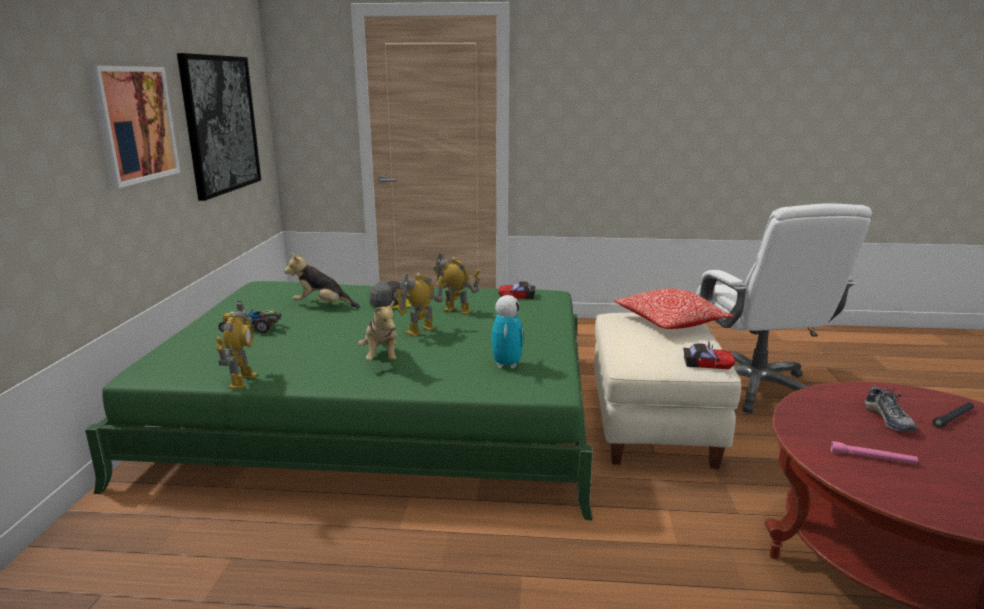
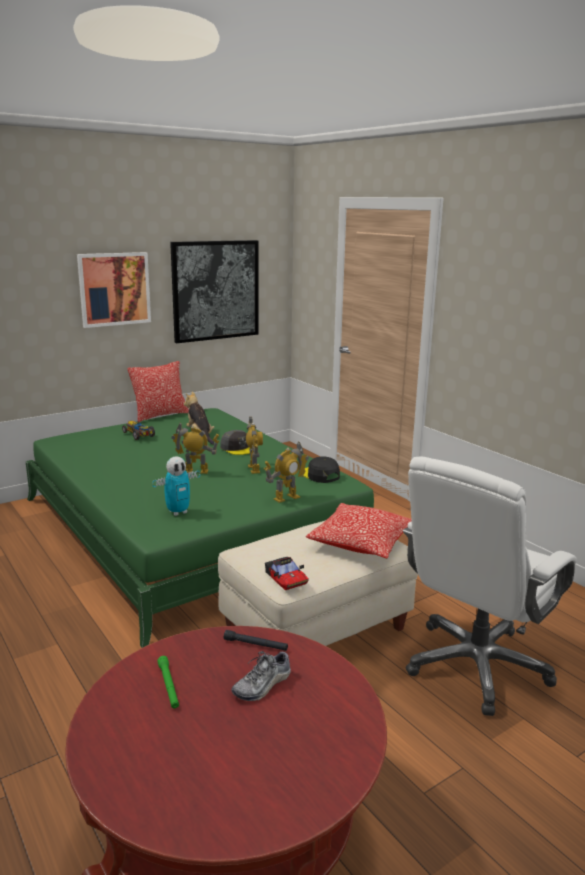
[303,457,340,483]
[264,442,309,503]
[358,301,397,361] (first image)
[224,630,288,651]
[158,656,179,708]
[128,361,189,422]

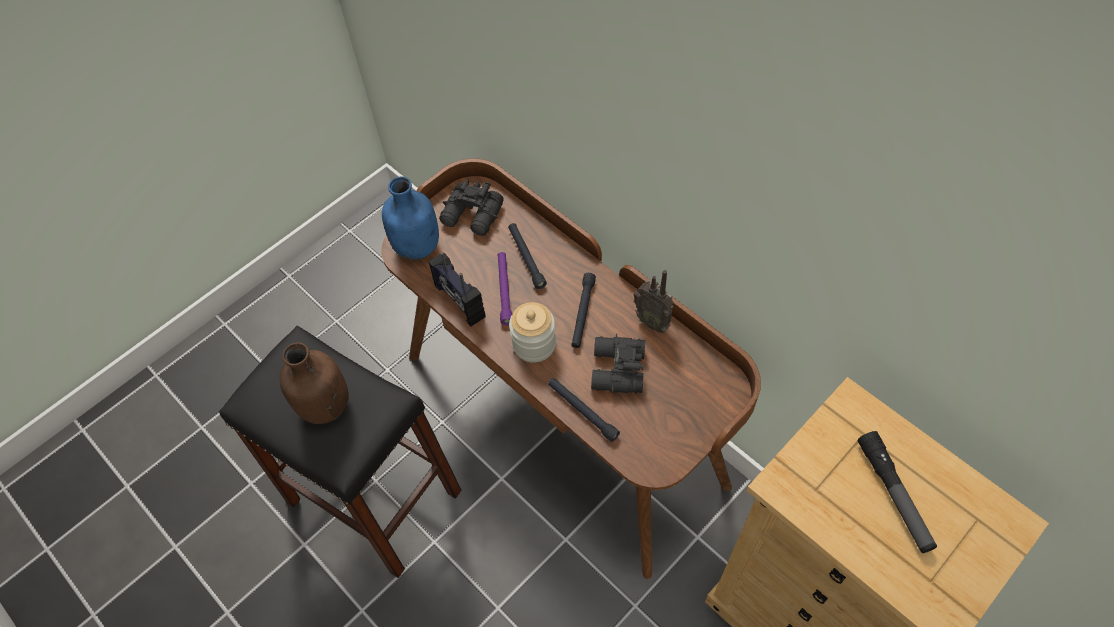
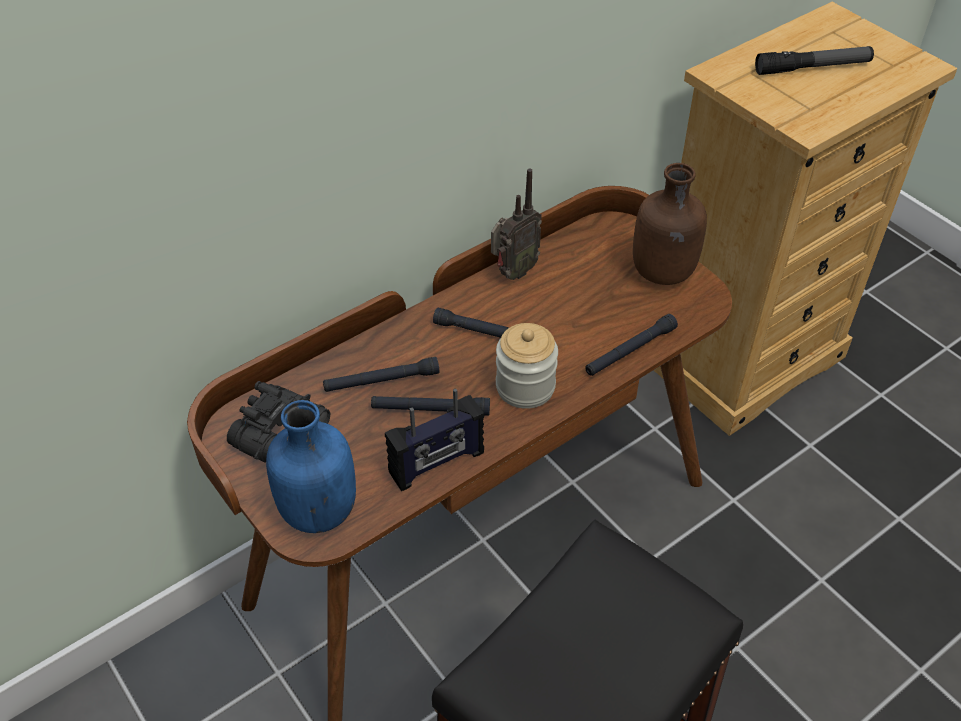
[371,396,490,416]
[591,334,645,393] (first image)
[633,163,707,285]

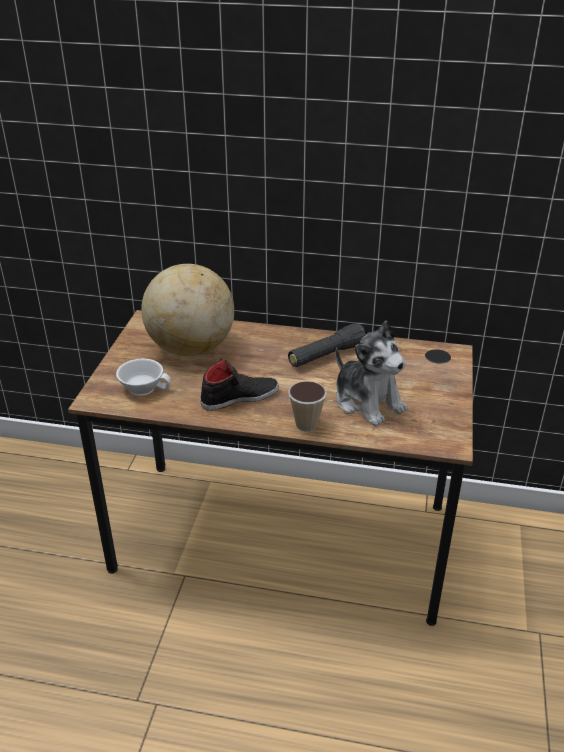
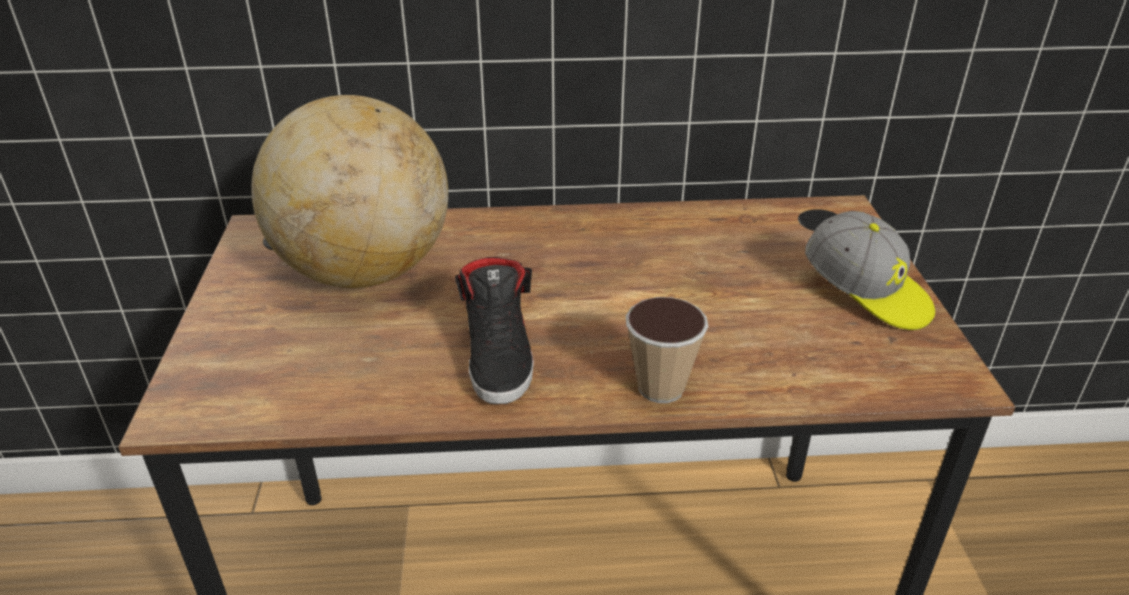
[336,320,407,426] (first image)
[288,323,366,367] (first image)
[455,257,534,404]
[116,359,171,396] (first image)
[805,211,935,330]

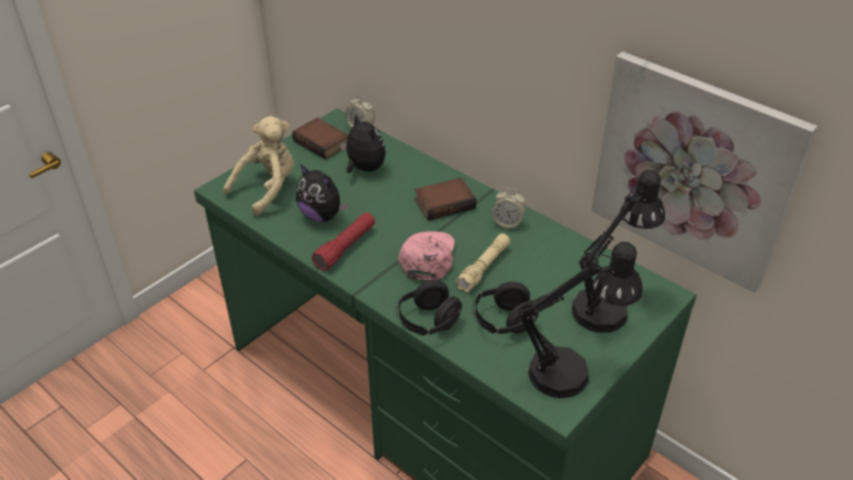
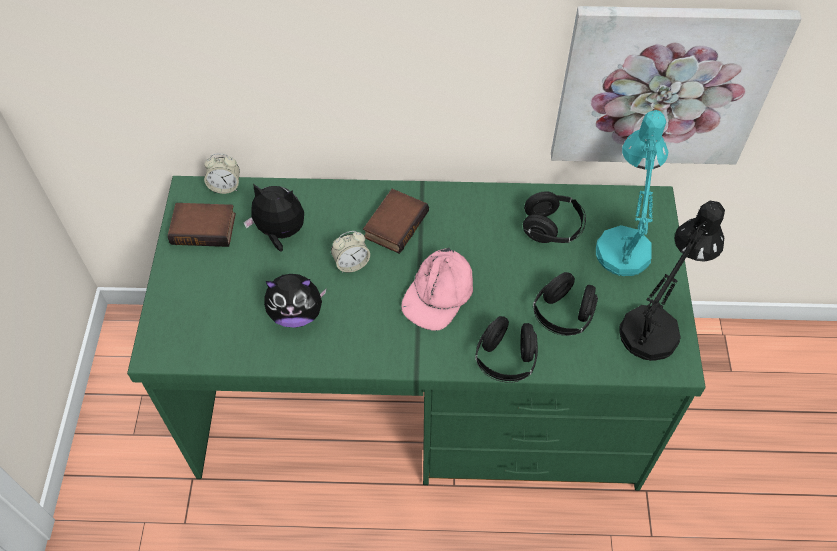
[223,116,294,216] (first image)
[596,110,668,276]
[331,231,370,273]
[312,212,375,271] (first image)
[401,247,473,331]
[455,233,510,293] (first image)
[523,191,586,243]

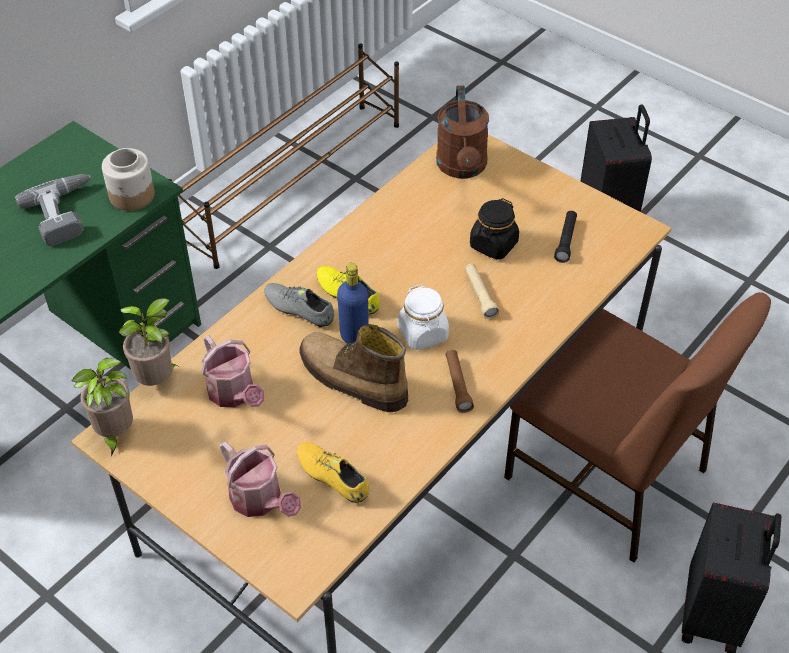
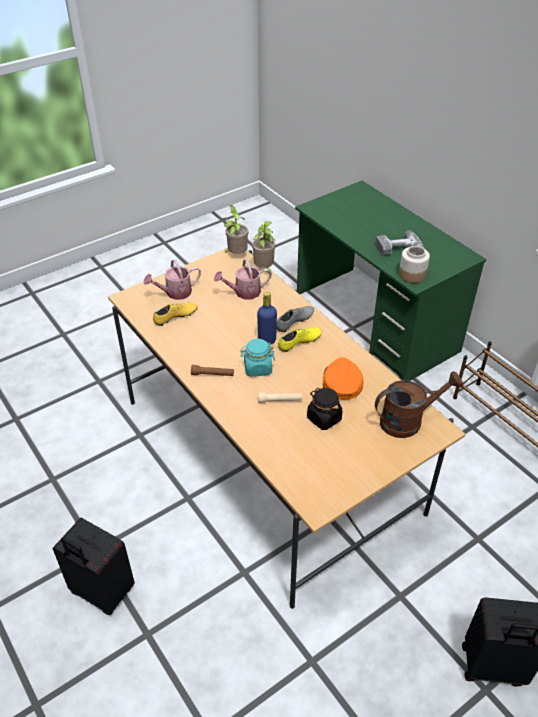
[375,371,463,438]
[554,211,577,263] (first image)
[240,339,275,377]
[504,292,771,562] (first image)
[300,324,408,412] (first image)
[323,357,364,400]

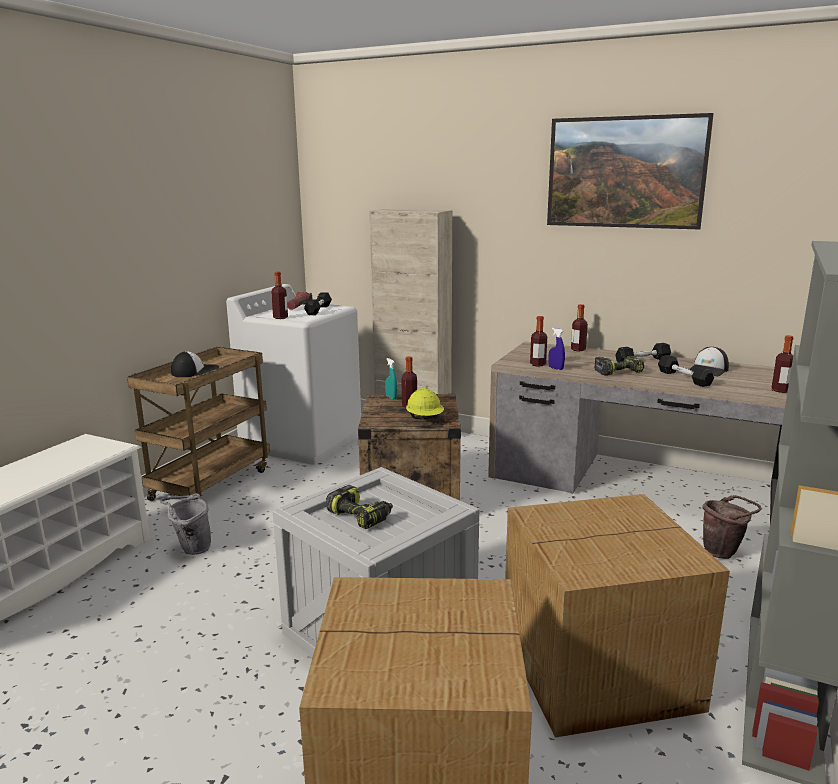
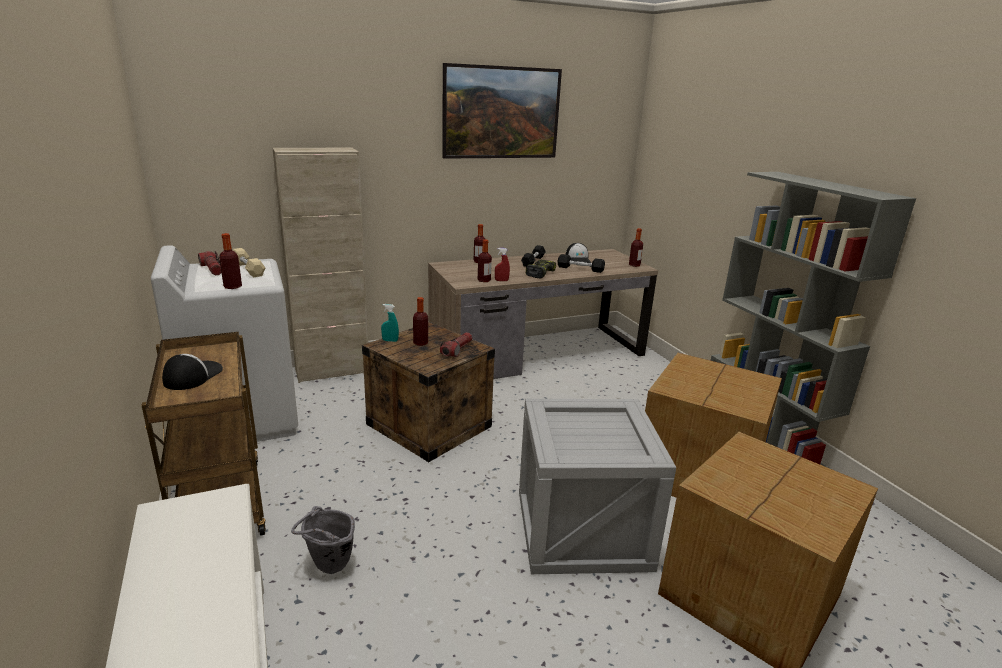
[232,248,265,277]
[495,248,510,281]
[440,332,472,357]
[326,485,393,529] (first image)
[702,495,762,559] (first image)

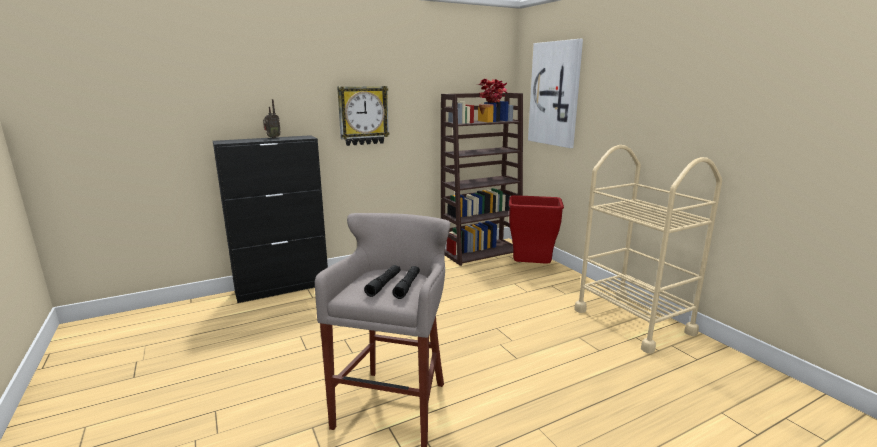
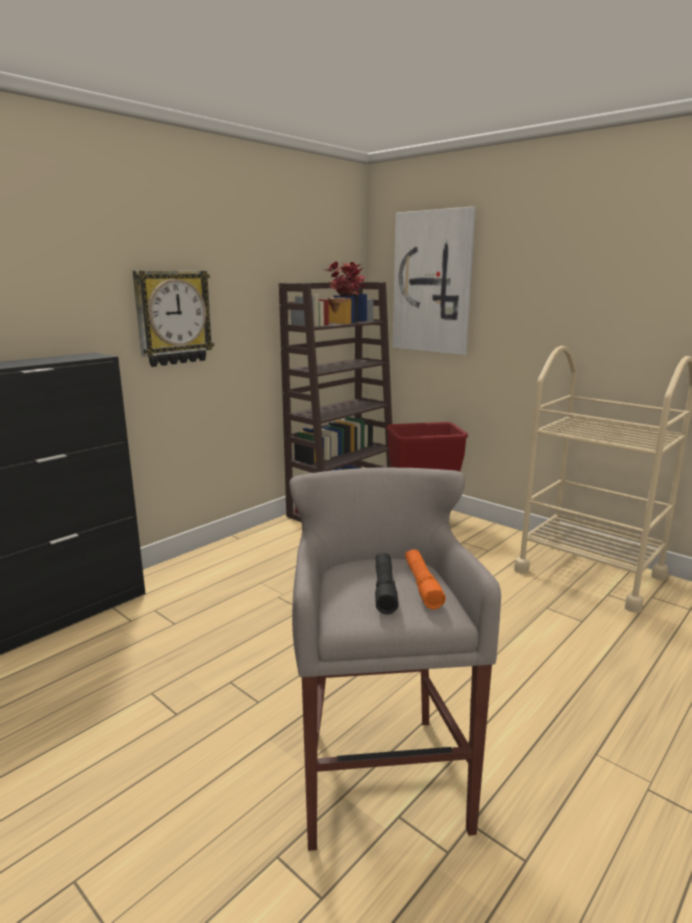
[263,99,281,138] (first image)
[405,549,446,609]

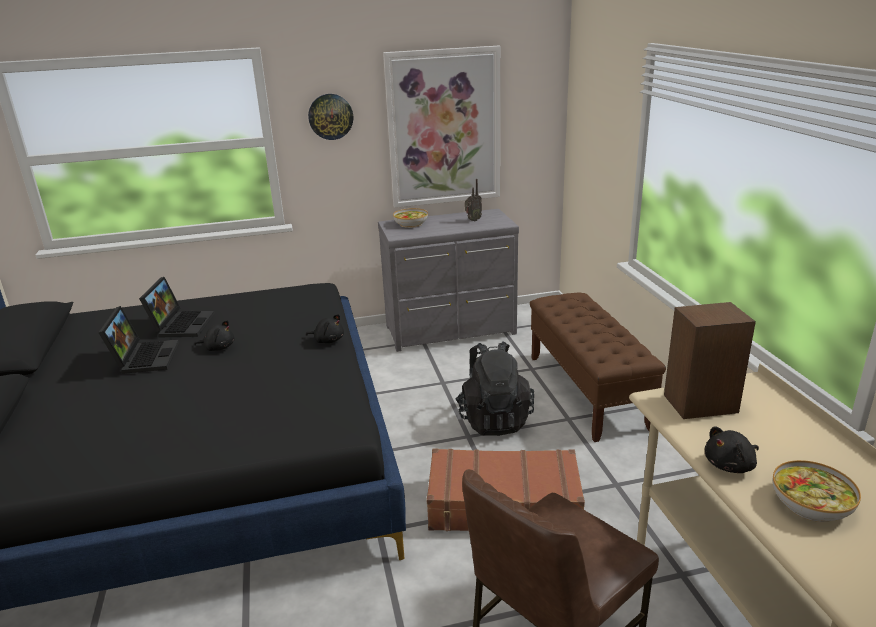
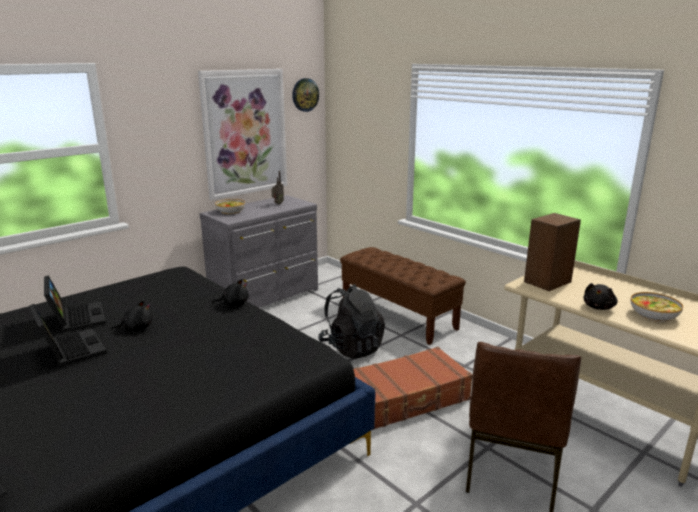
[292,78,319,112]

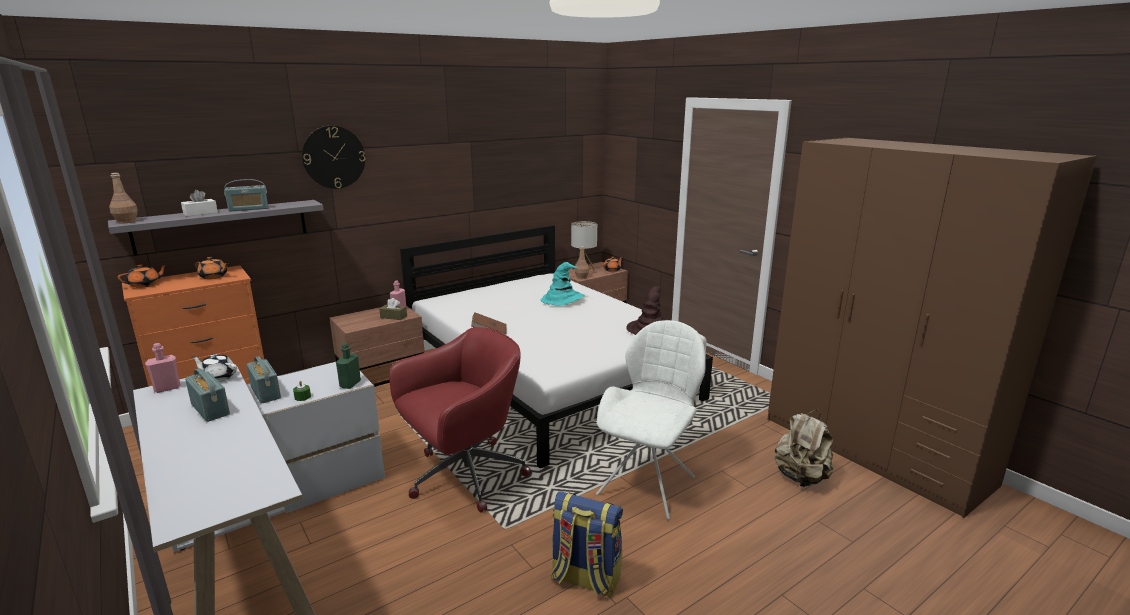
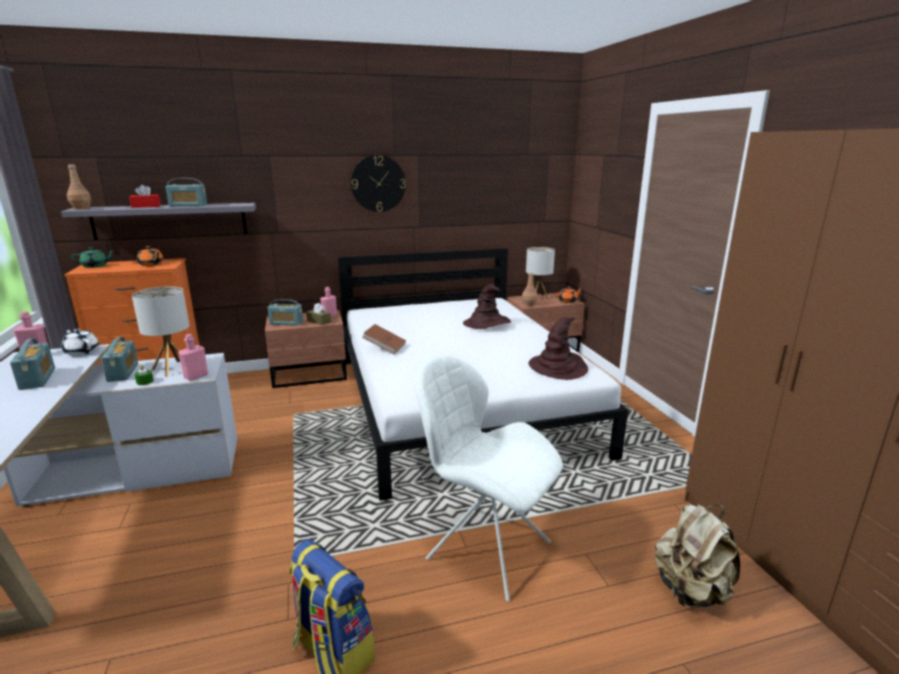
[351,155,406,212]
[129,185,161,208]
[463,284,511,329]
[71,247,115,268]
[415,355,563,602]
[389,327,531,512] (first image)
[178,334,208,381]
[132,287,190,377]
[268,299,303,326]

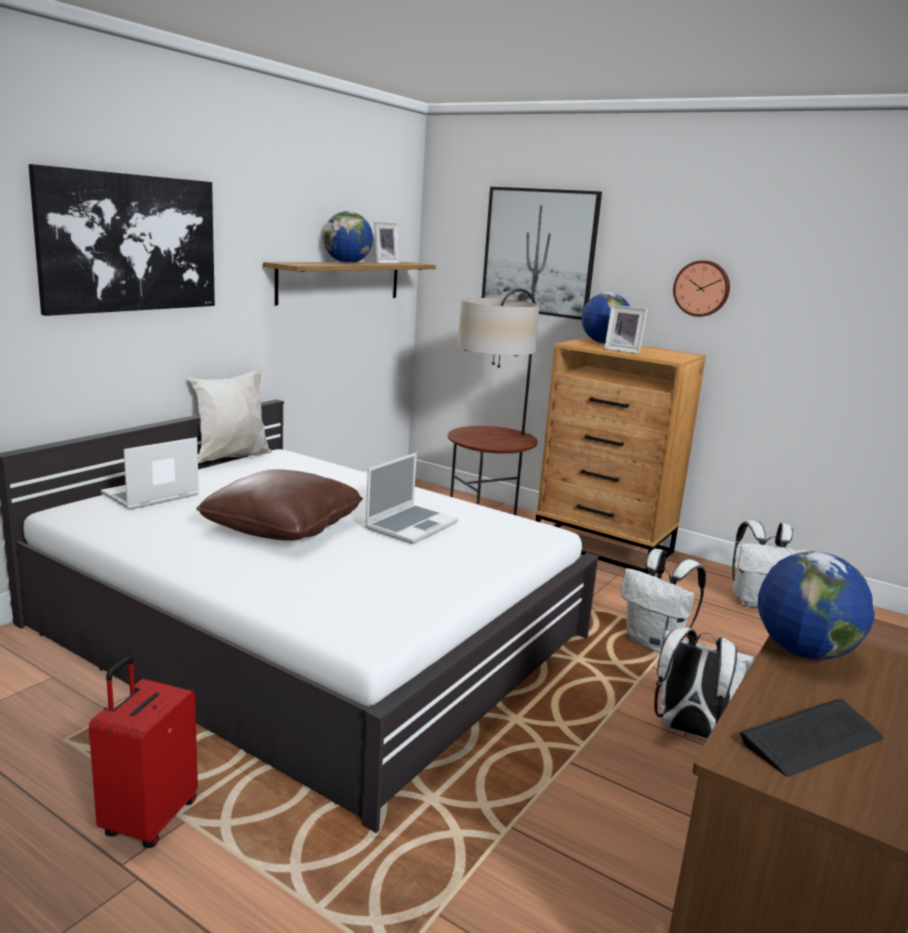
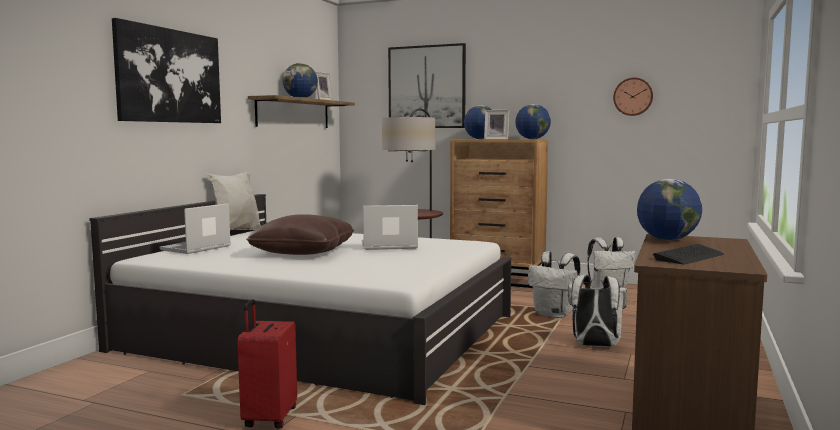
[613,77,653,116]
[362,205,418,250]
[515,104,551,139]

